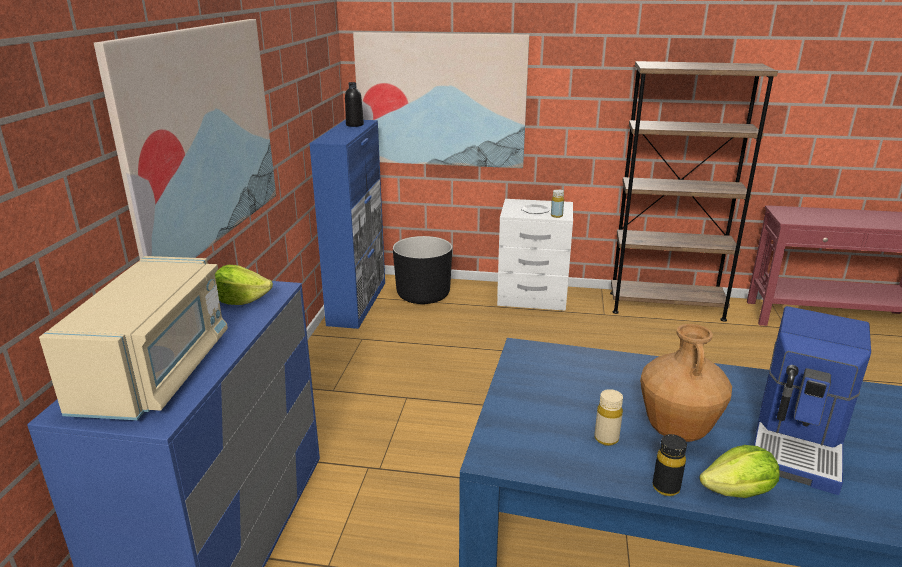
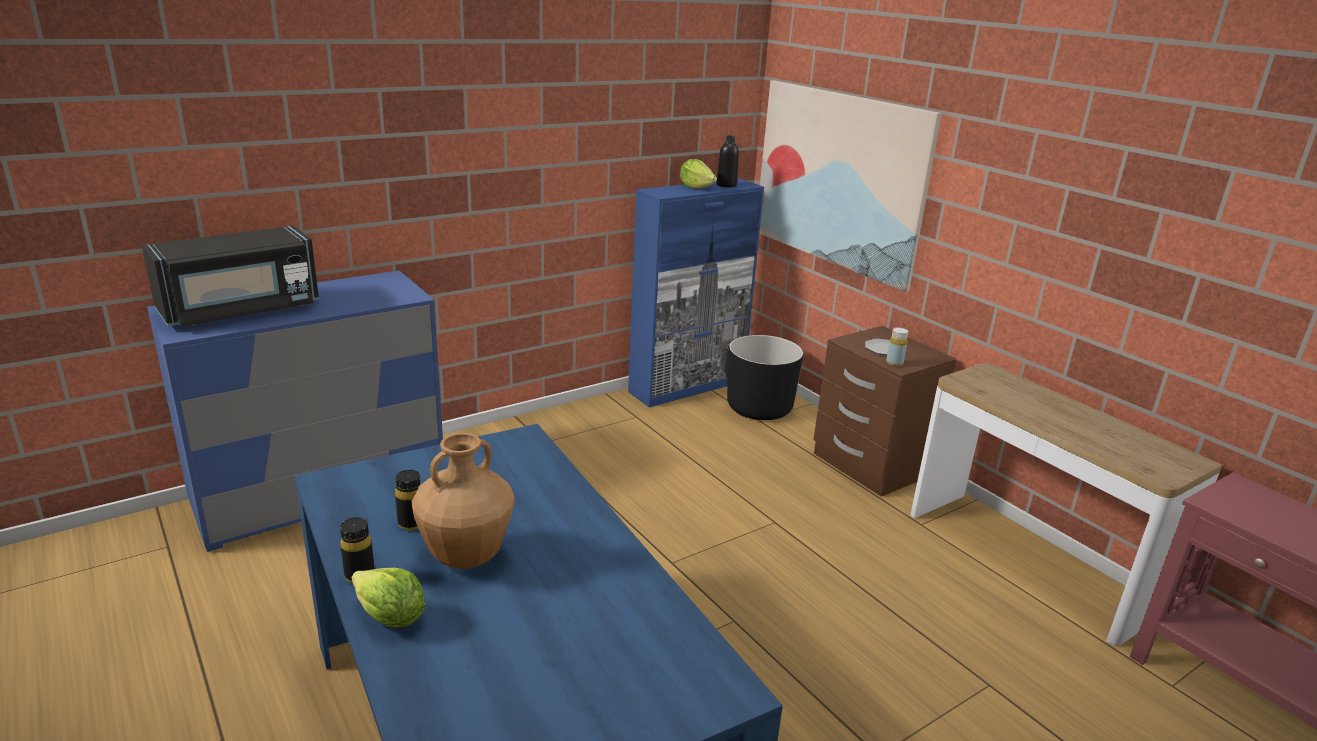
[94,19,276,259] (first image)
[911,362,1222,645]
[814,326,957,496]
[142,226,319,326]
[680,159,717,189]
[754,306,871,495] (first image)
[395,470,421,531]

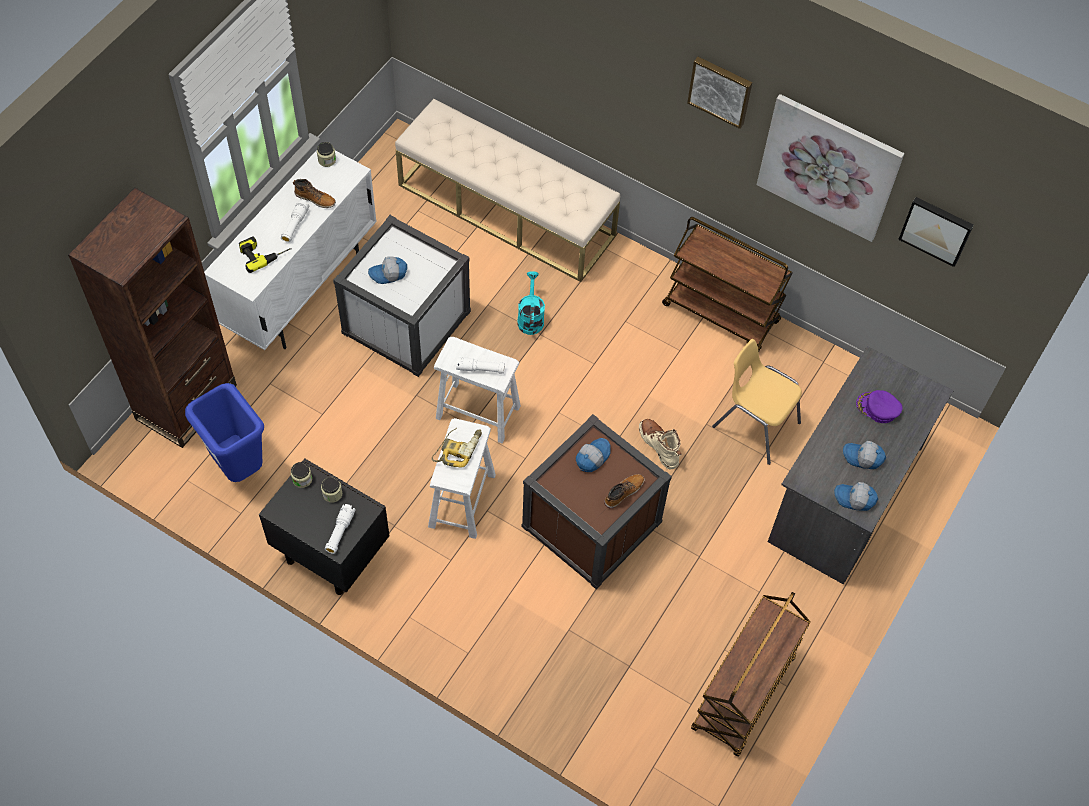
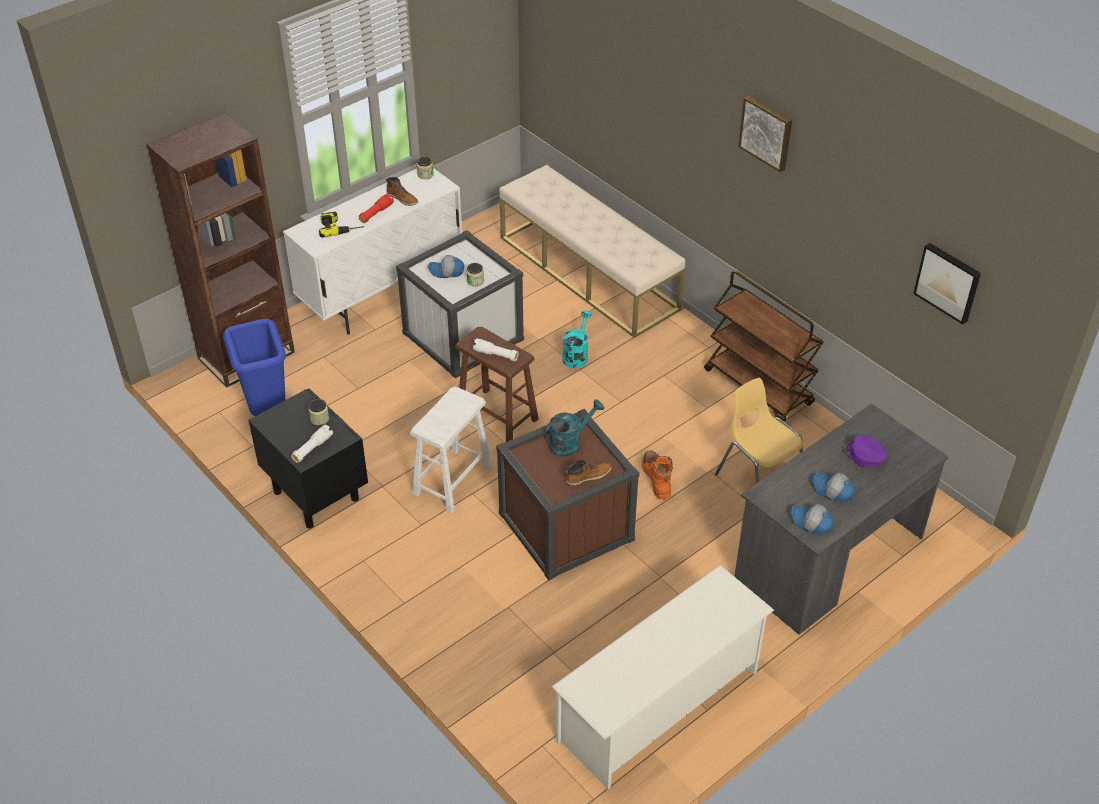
[757,94,904,242] (first image)
[359,194,394,223]
[455,327,539,442]
[642,451,673,499]
[432,428,482,468] (first image)
[543,399,604,457]
[467,263,484,287]
[552,565,774,789]

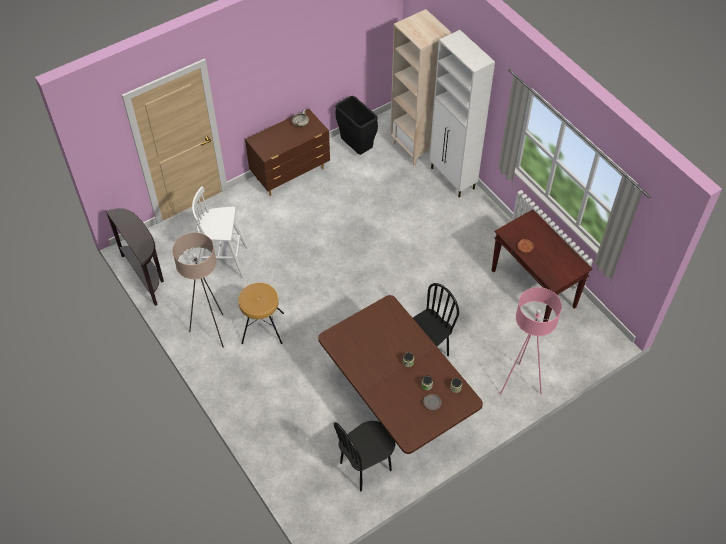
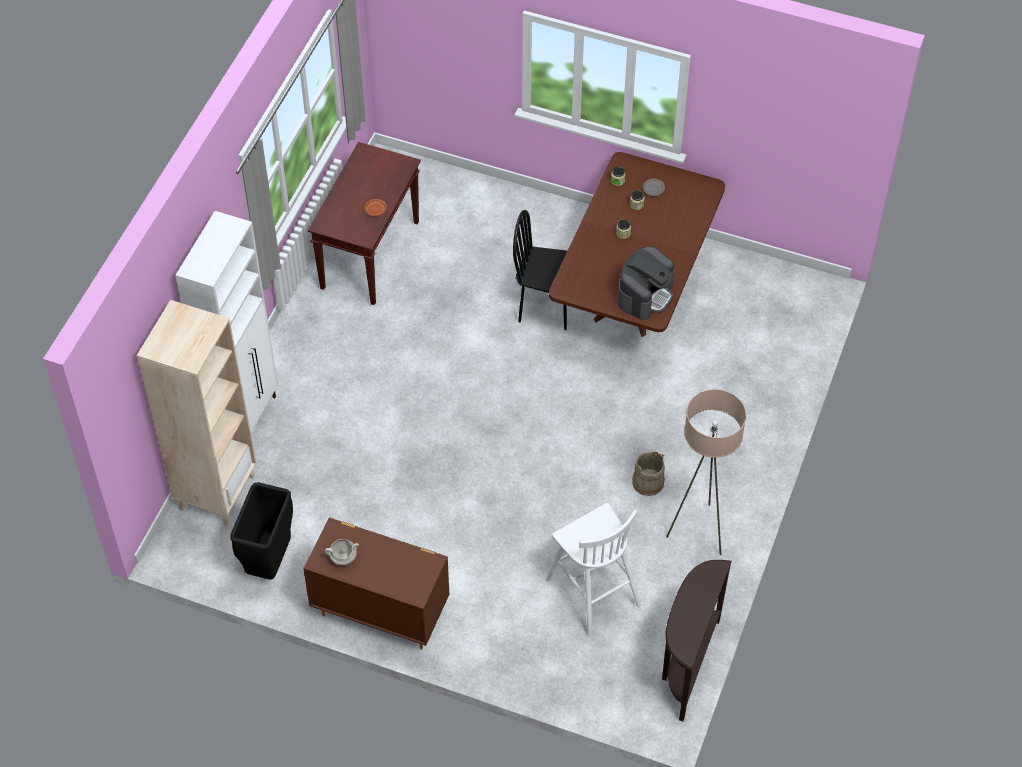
[632,452,665,496]
[500,287,562,395] (first image)
[334,421,395,492] (first image)
[618,246,675,320]

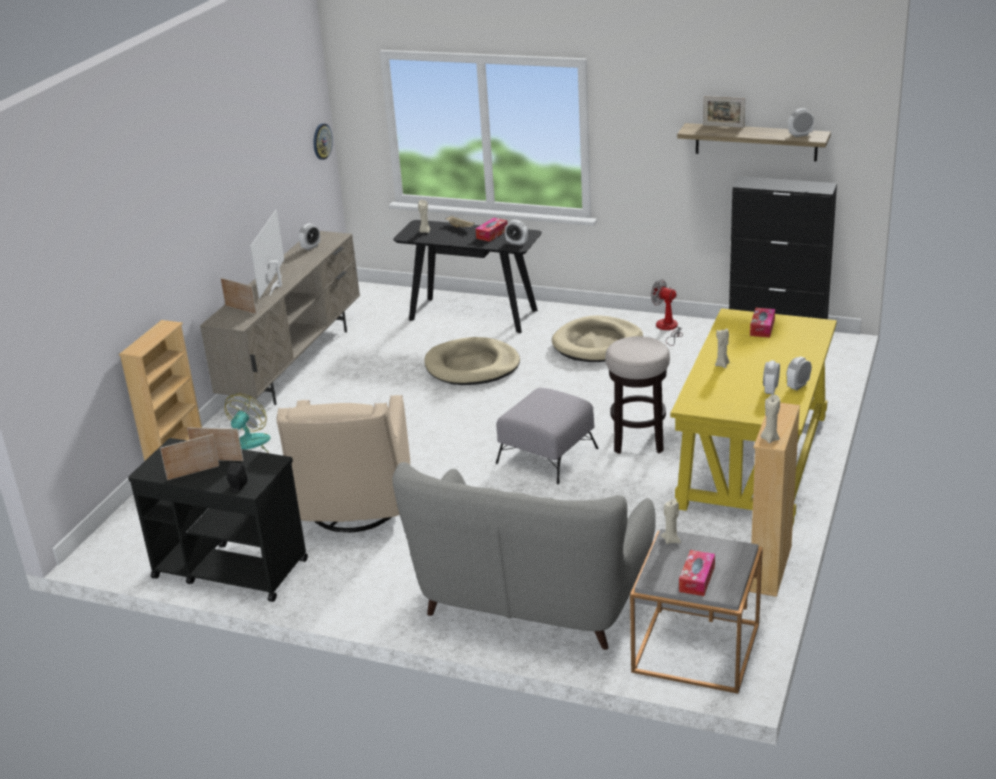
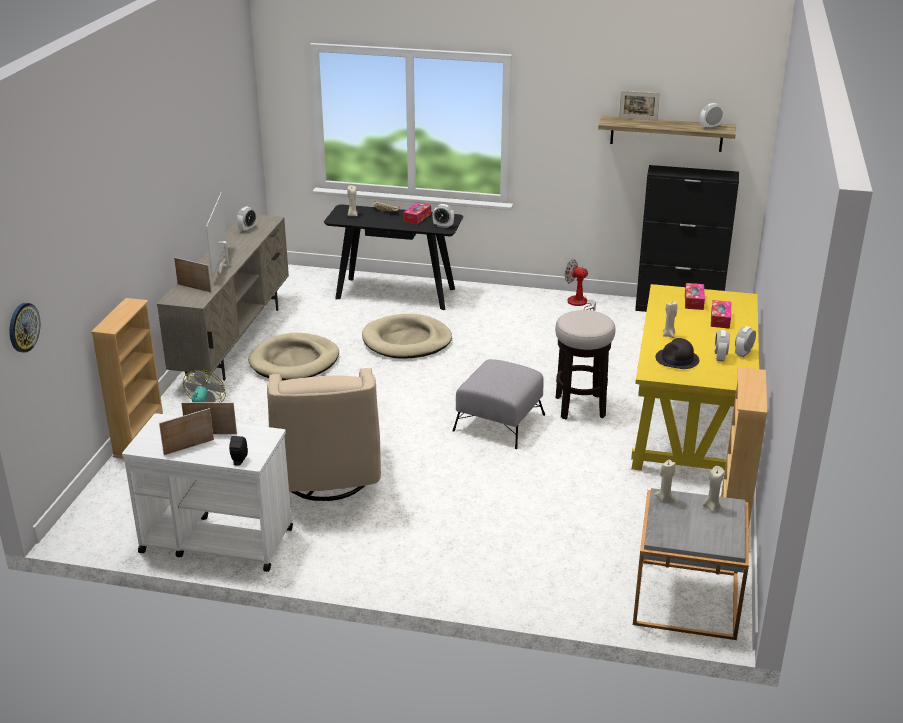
[9,303,40,353]
[248,333,339,380]
[703,466,724,512]
[122,413,293,572]
[392,462,656,650] (first image)
[711,300,731,329]
[655,338,699,369]

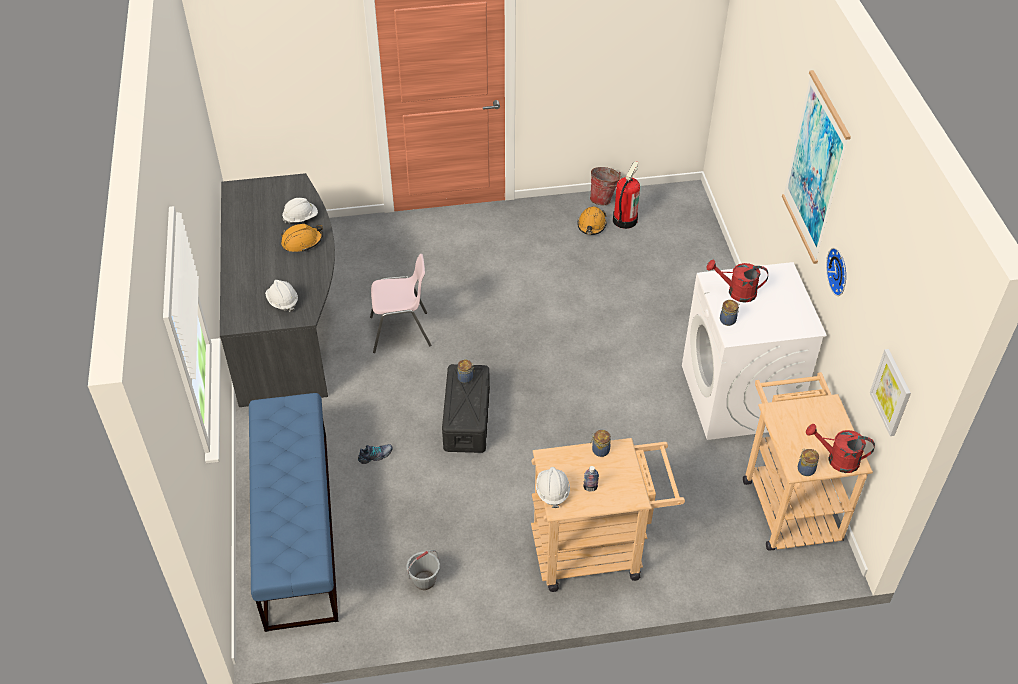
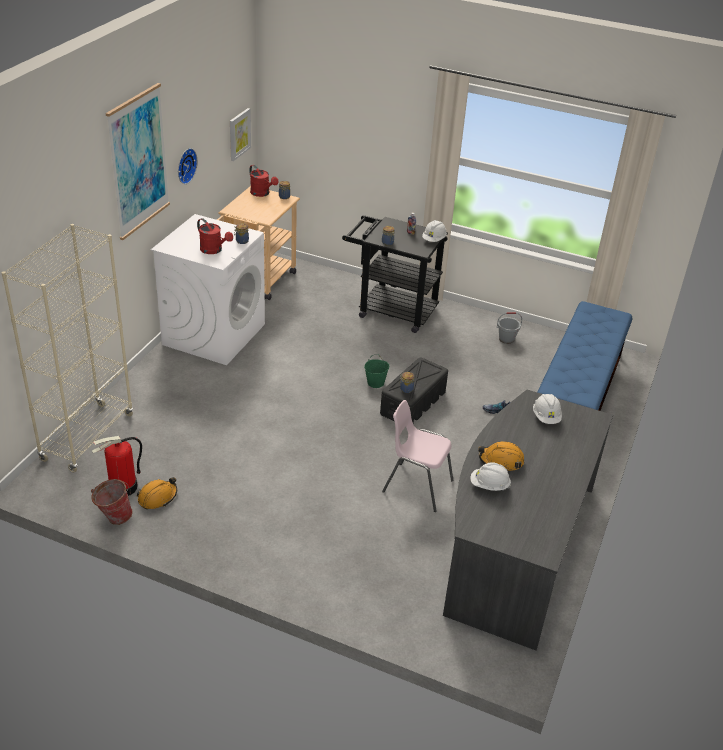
[342,215,448,333]
[2,224,133,472]
[364,354,389,388]

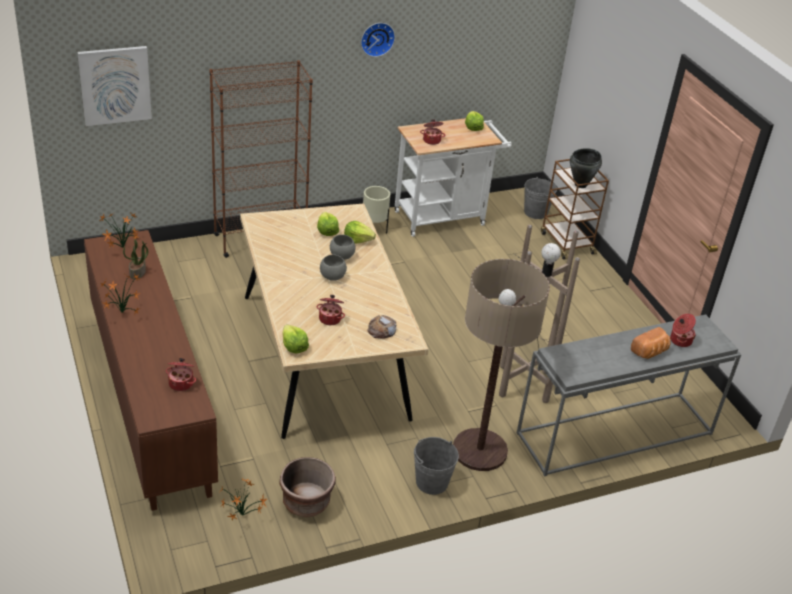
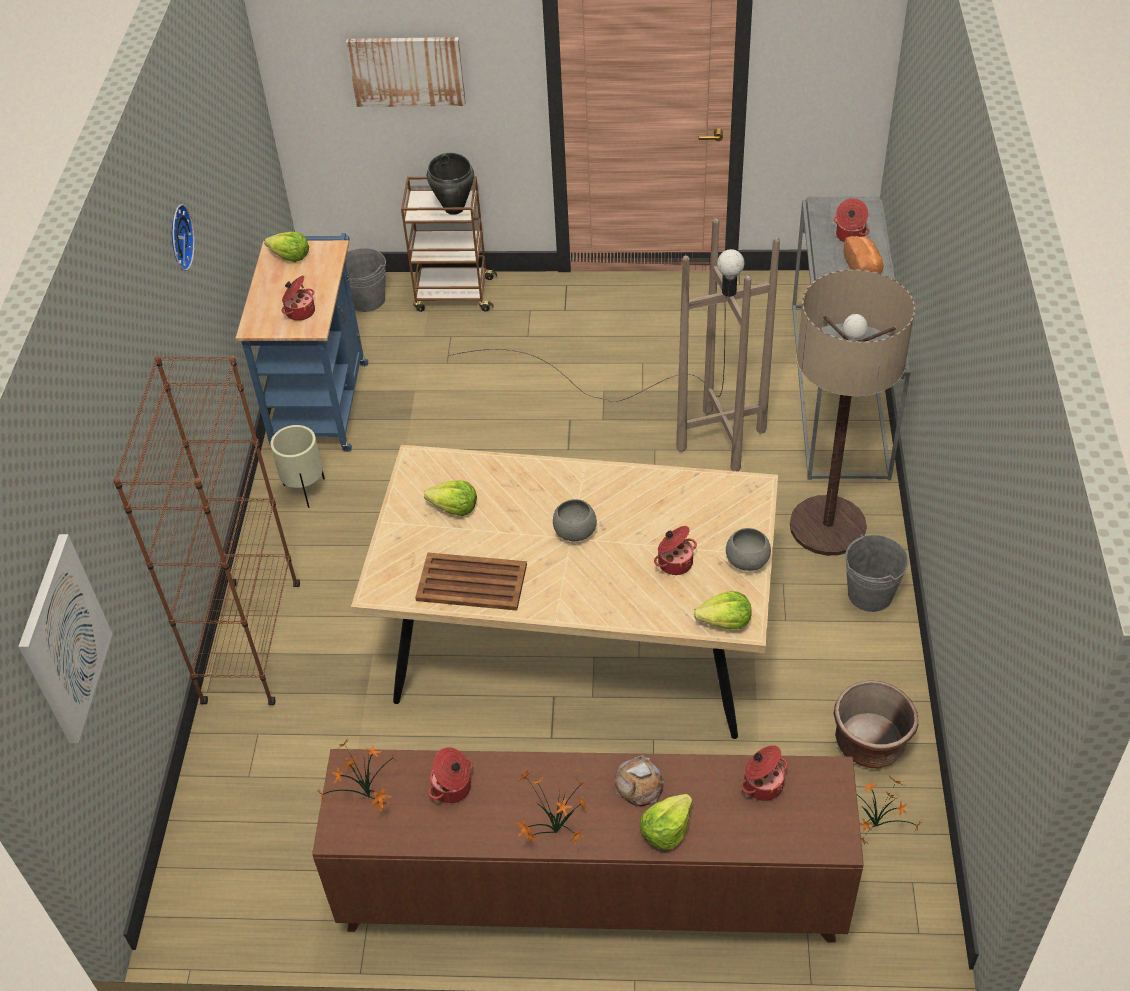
[236,233,368,452]
[640,794,693,850]
[726,528,771,571]
[428,747,473,803]
[614,755,664,806]
[346,37,466,107]
[415,553,527,611]

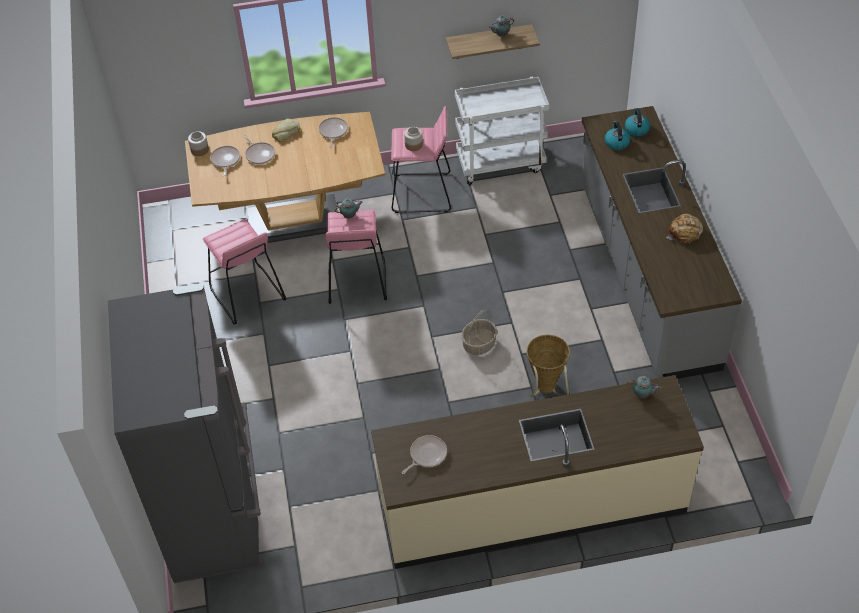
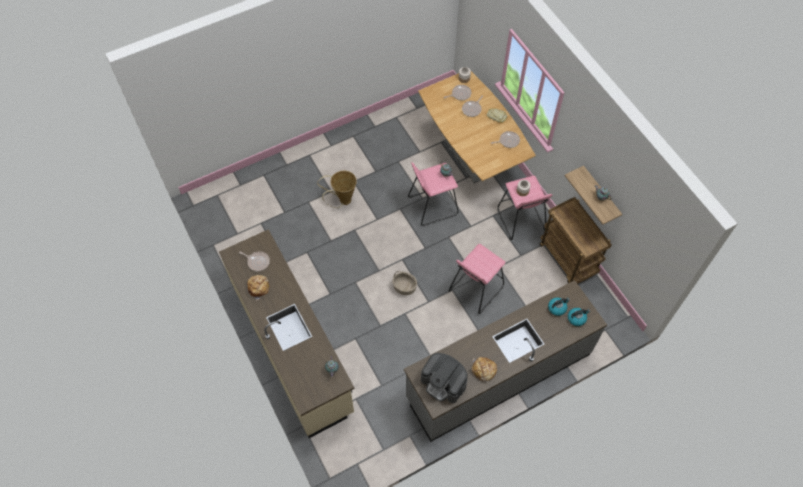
[539,197,612,284]
[448,244,506,314]
[108,283,264,583] (first image)
[317,171,357,208]
[248,275,270,301]
[421,353,468,403]

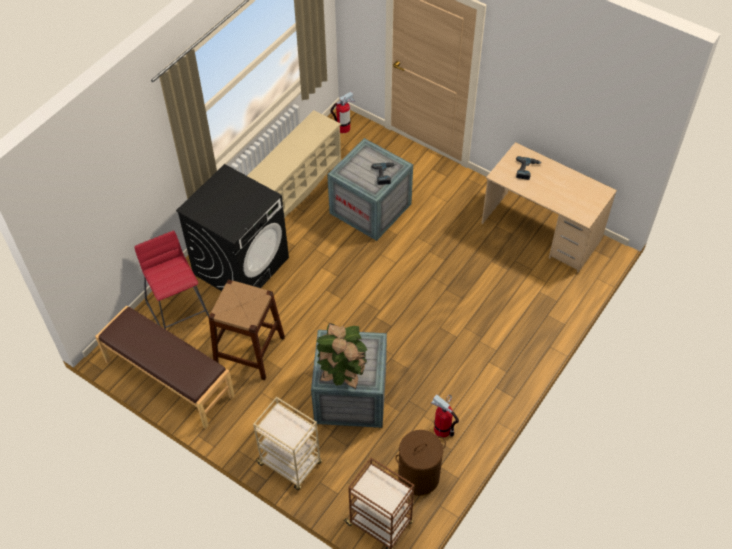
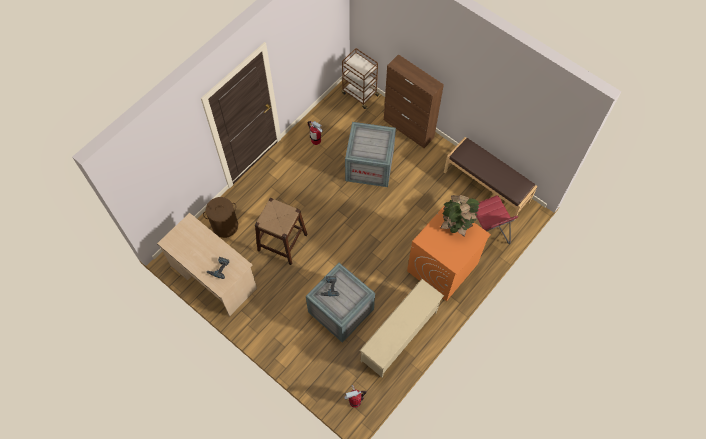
[407,205,491,301]
[255,198,308,265]
[440,195,480,237]
[384,54,444,148]
[203,197,238,238]

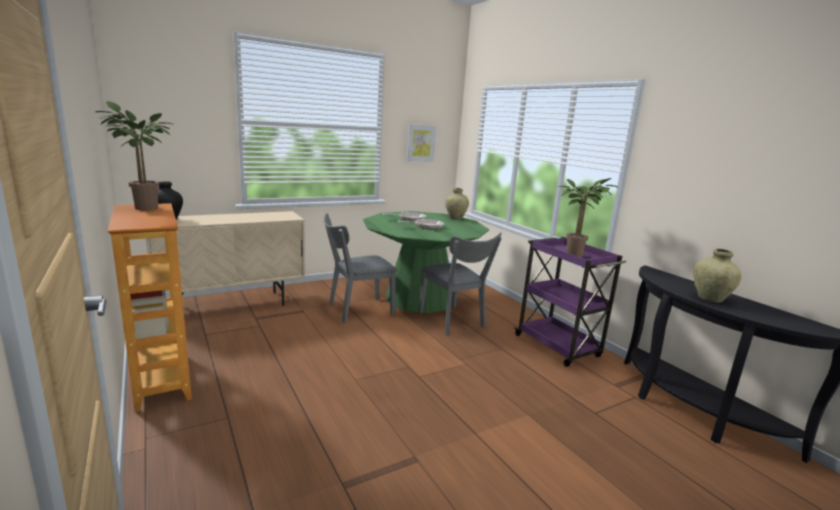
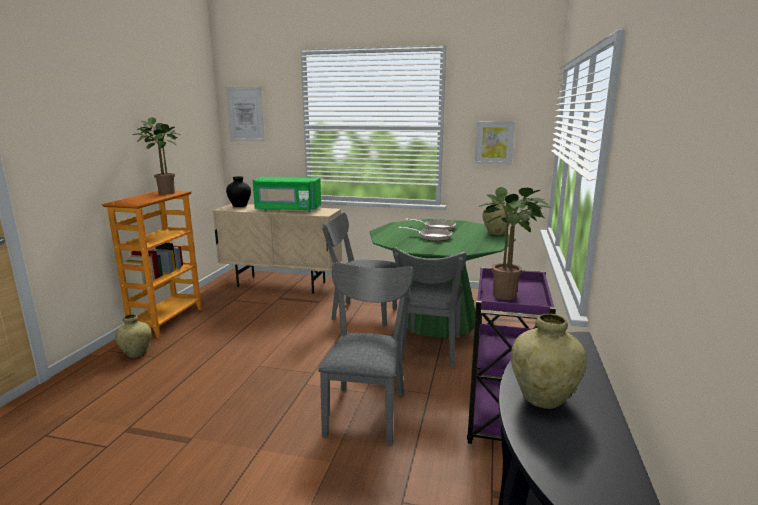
[226,87,265,142]
[253,177,321,212]
[319,263,414,445]
[115,314,152,358]

